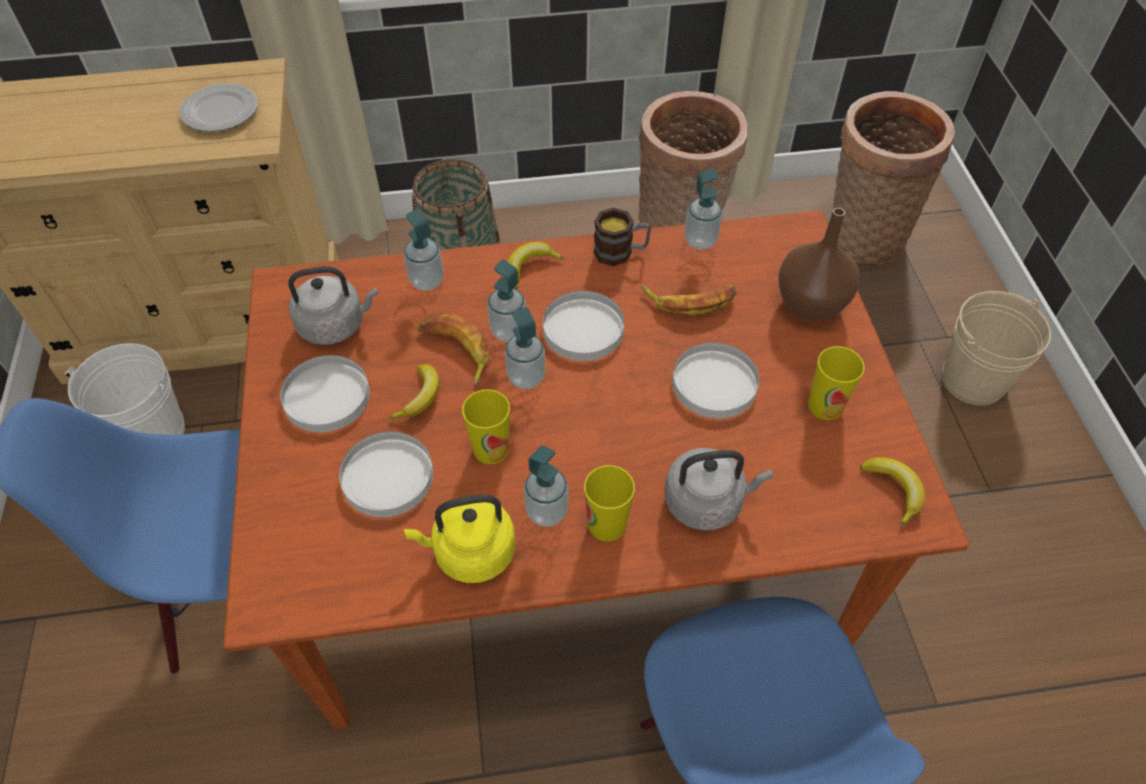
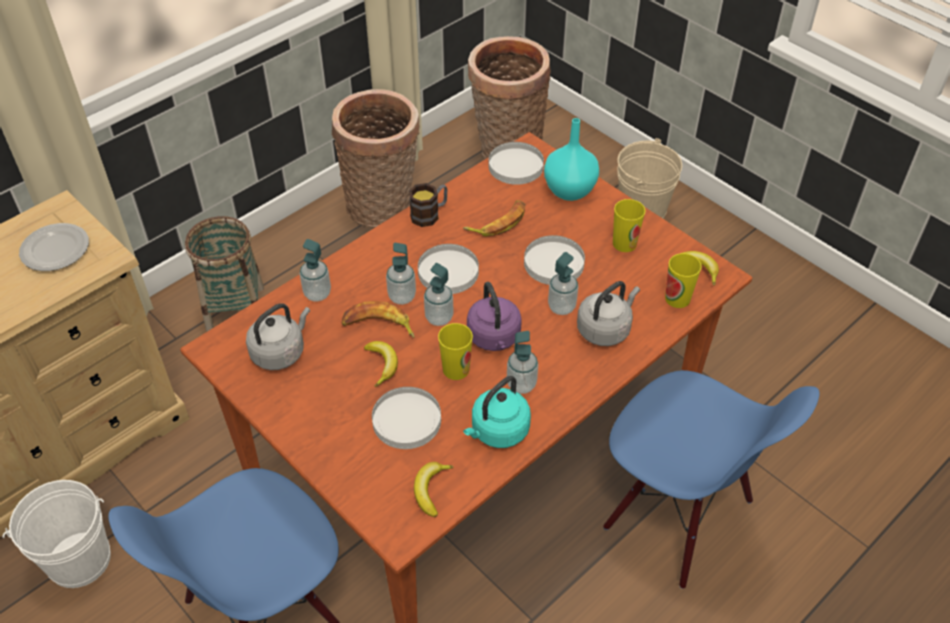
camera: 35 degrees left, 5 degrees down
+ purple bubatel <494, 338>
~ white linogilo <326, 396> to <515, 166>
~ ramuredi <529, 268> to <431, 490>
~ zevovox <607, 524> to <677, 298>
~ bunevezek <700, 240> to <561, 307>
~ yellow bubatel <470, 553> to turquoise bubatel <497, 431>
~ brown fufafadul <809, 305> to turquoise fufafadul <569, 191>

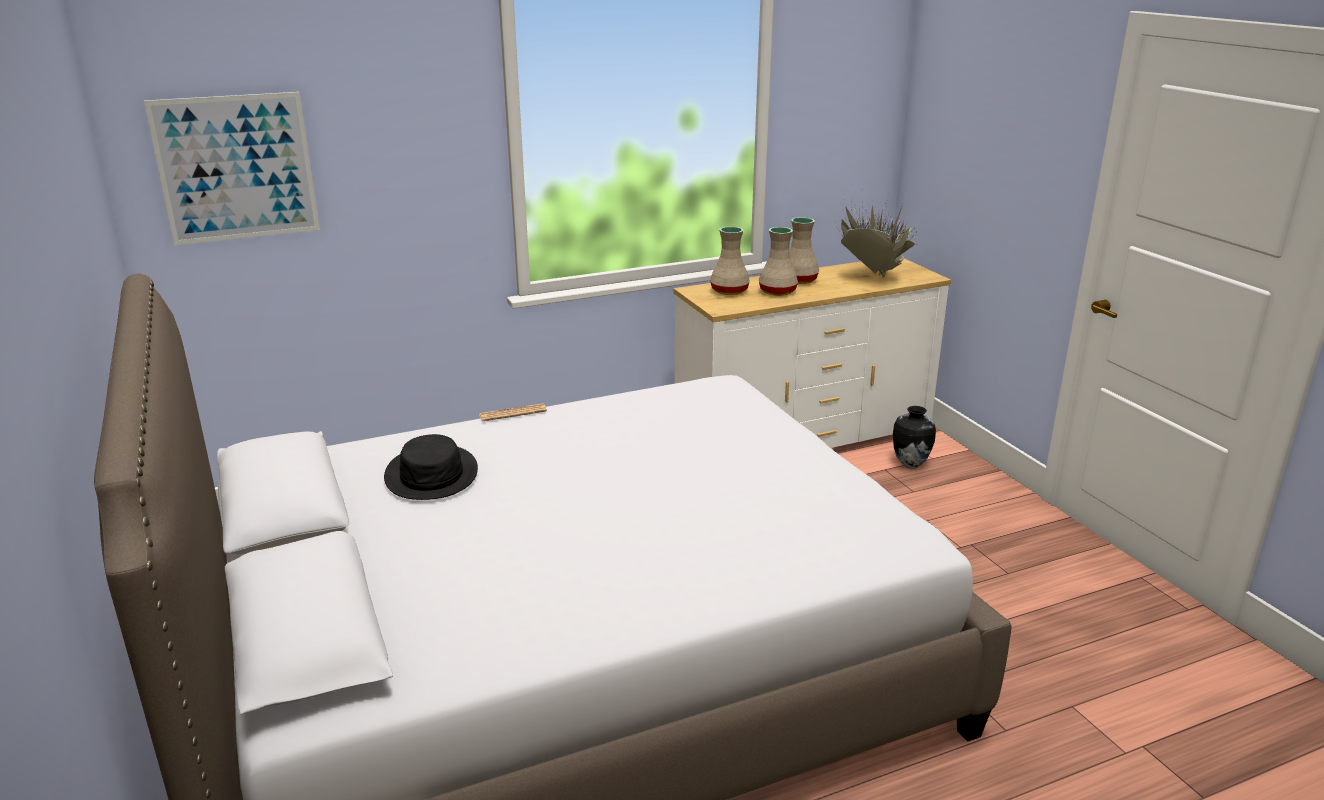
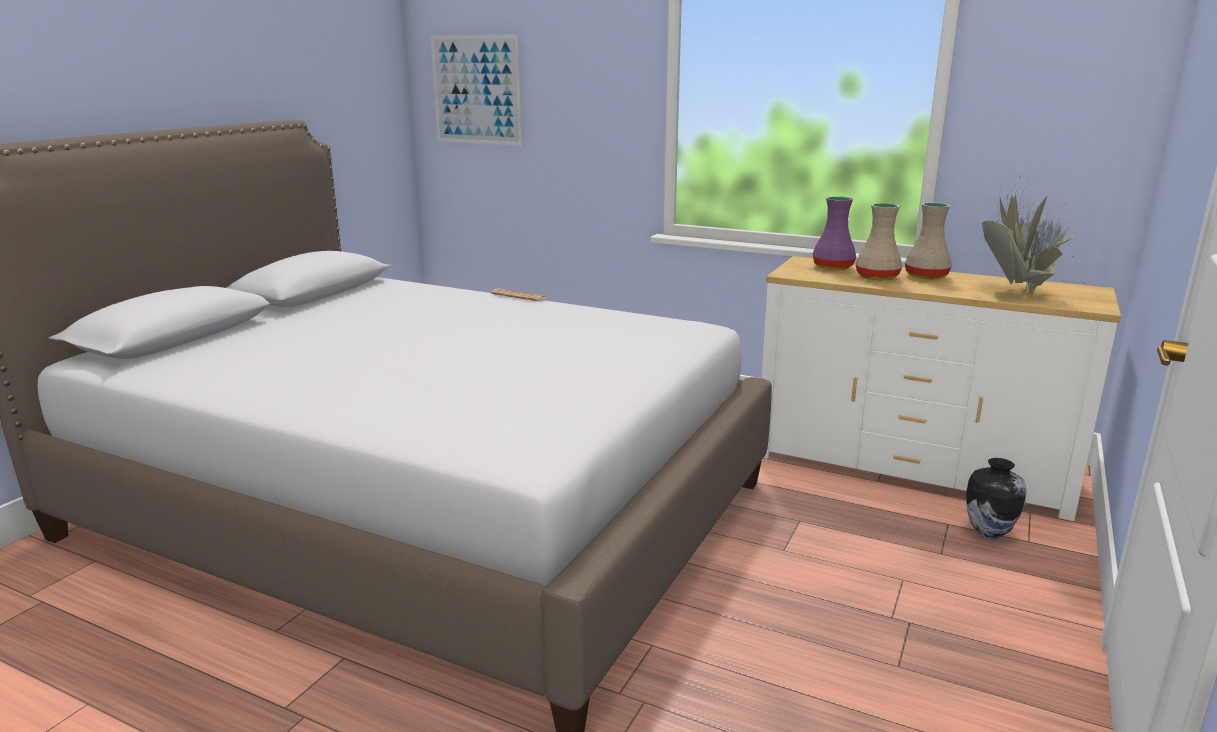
camera: 50 degrees right, 5 degrees down
- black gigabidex <432, 474>
~ beige fufafadul <728, 291> to purple fufafadul <832, 267>

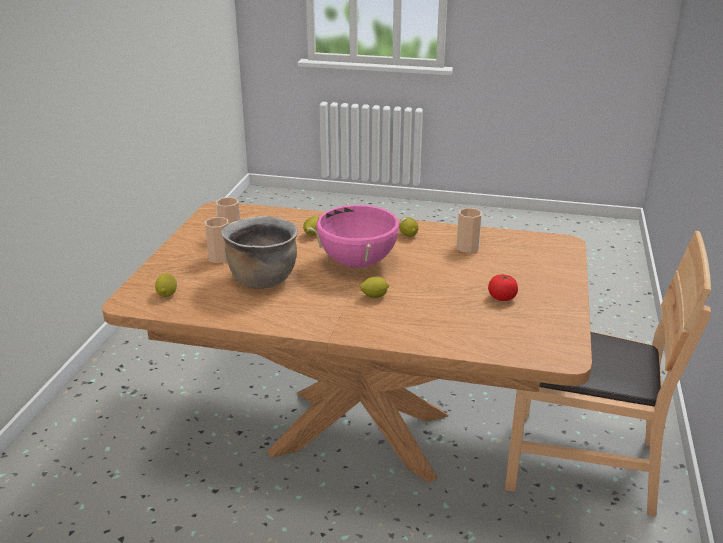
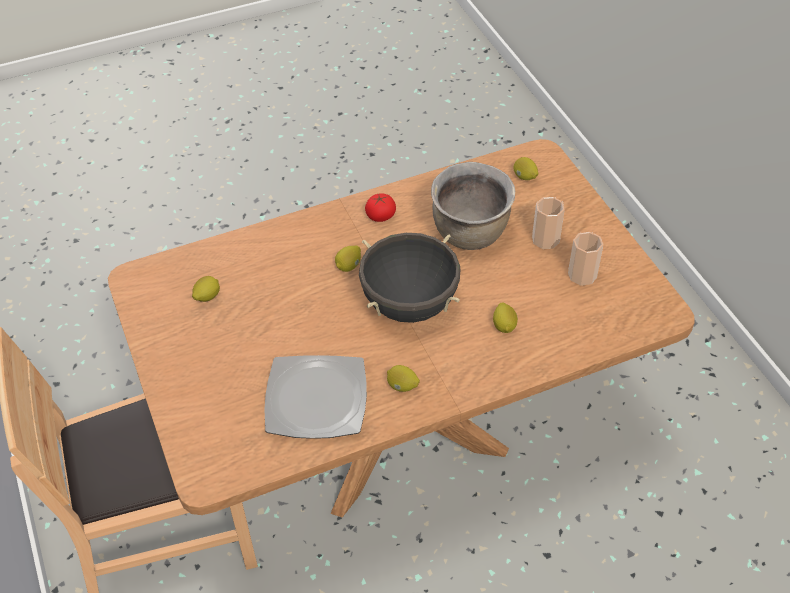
camera: 145 degrees right, 20 degrees up
+ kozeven <207, 297>
~ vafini <502, 297> to <380, 216>
~ zevovox <467, 248> to linogilo <315, 398>
~ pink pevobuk <357, 262> to black pevobuk <410, 305>

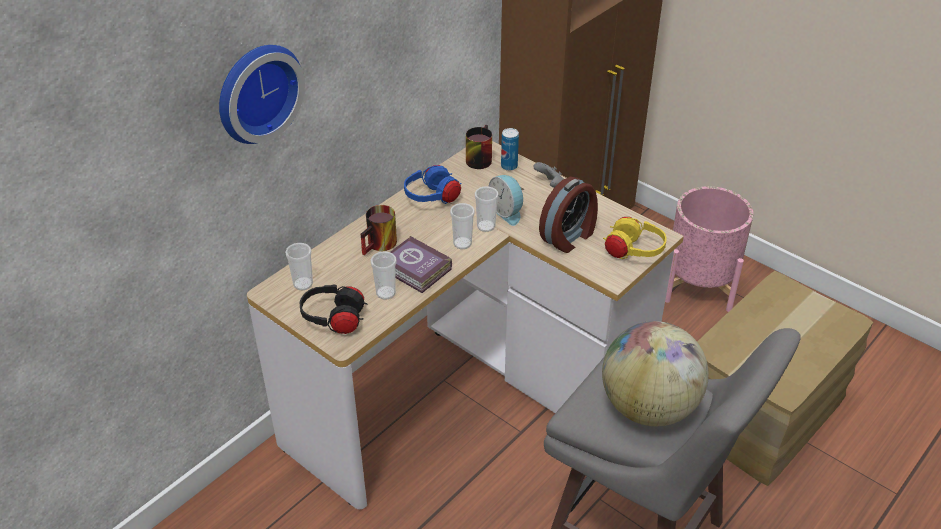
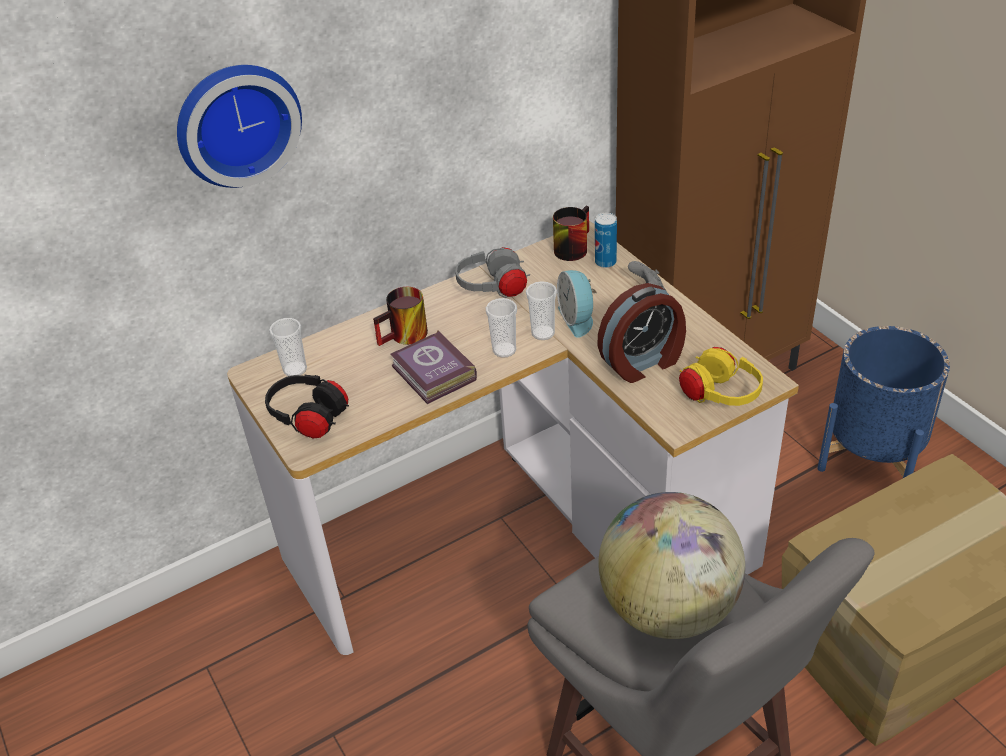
camera: 20 degrees right, 0 degrees up
- zevovox <386, 293>
~ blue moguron <432, 198> to grey moguron <493, 289>
~ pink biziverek <699, 285> to blue biziverek <872, 456>

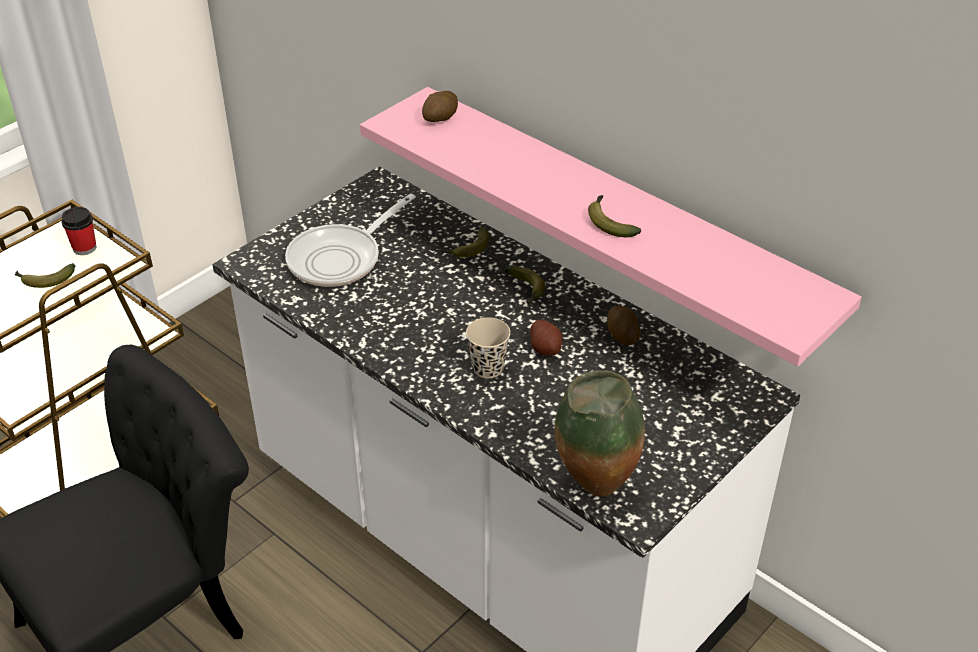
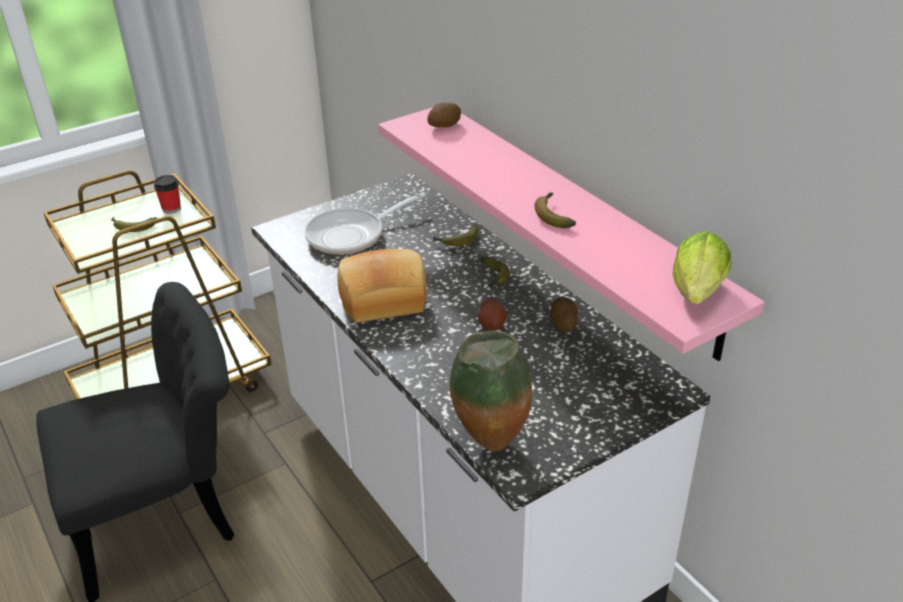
camera: 15 degrees right, 5 degrees down
- beige zevovox <488, 368>
+ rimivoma <383, 298>
+ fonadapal <696, 295>

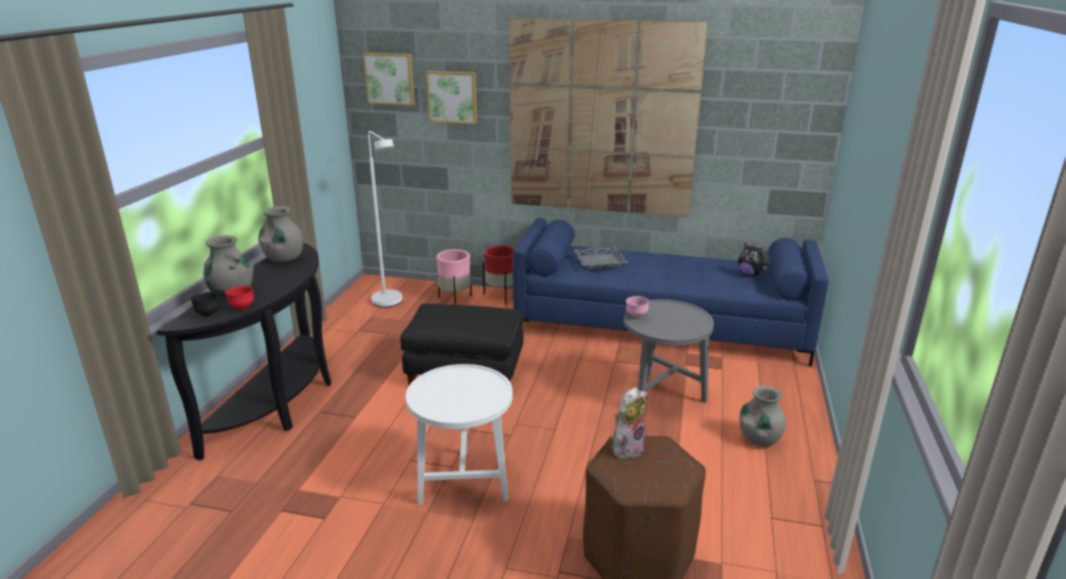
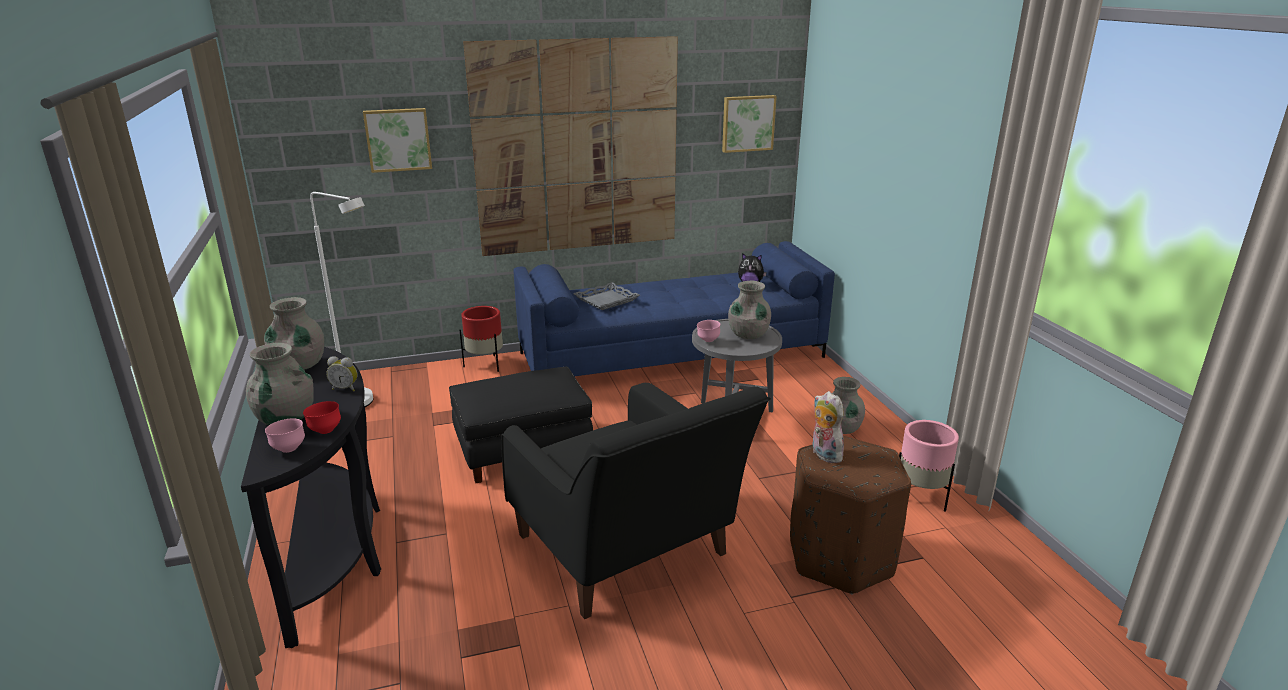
camera: 30 degrees left, 0 degrees up
+ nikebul <345, 388>
+ grey fufafadul <748, 335>
~ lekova <390, 78> to <747, 123>
~ pink biziverek <455, 300> to <920, 497>
~ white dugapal <463, 481> to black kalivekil <628, 553>
~ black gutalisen <208, 314> to pink gutalisen <288, 449>
~ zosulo <627, 448> = <823, 454> 45 degrees counterclockwise

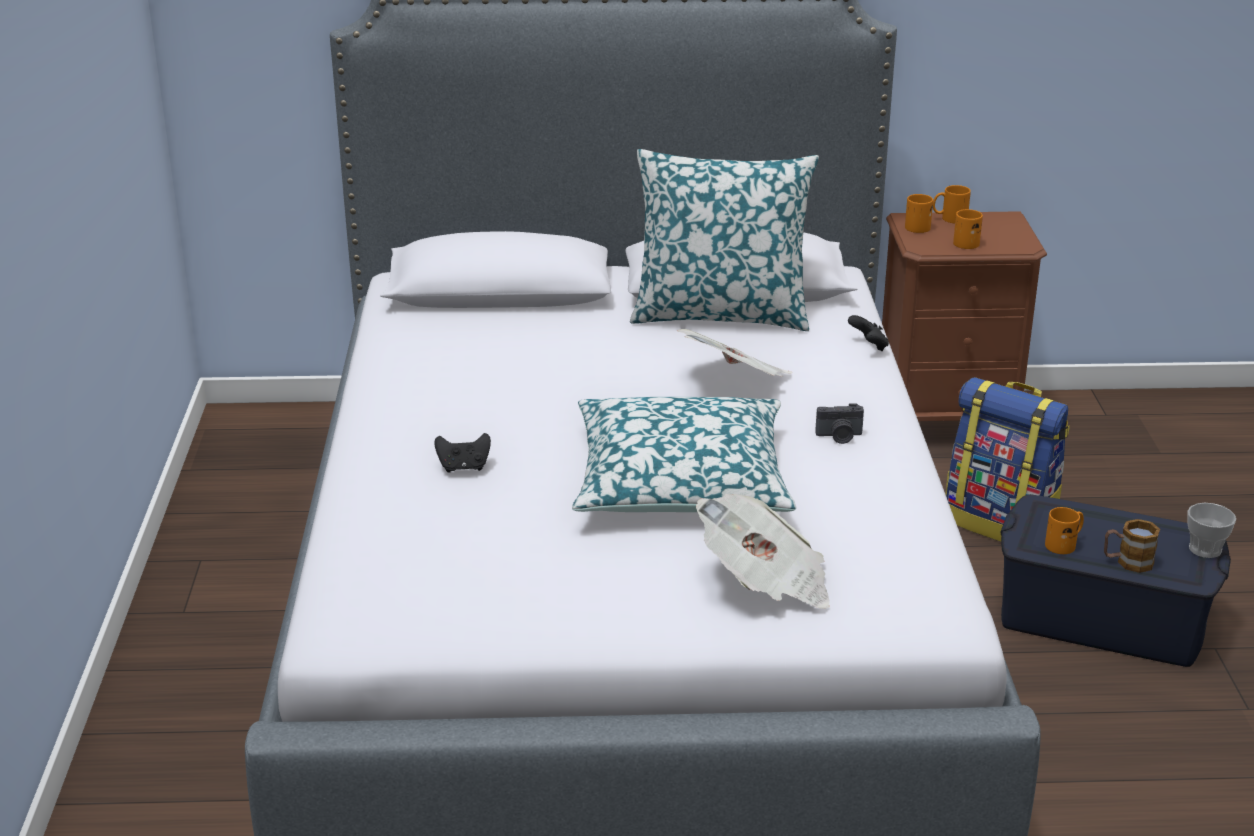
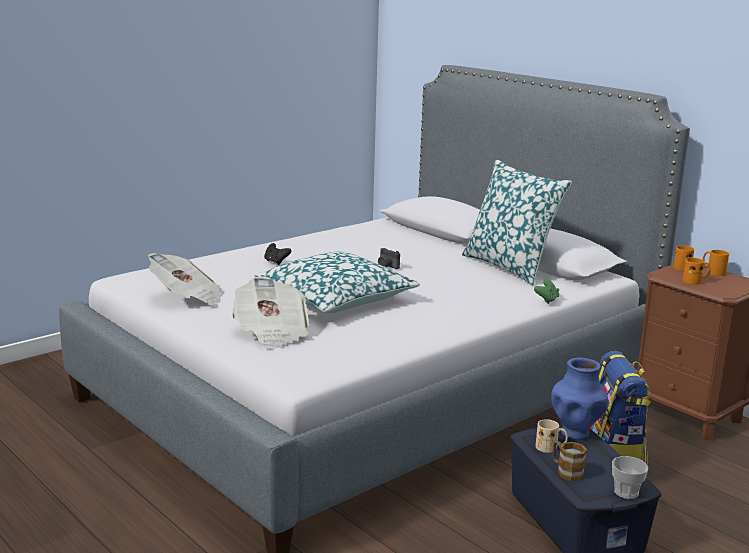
camera: 50 degrees right, 10 degrees down
+ blue fufafadul <575, 433>
~ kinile <736, 381> to <187, 298>
~ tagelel <839, 436> to <387, 266>
~ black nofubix <869, 346> to green nofubix <546, 300>
~ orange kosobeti <1064, 544> to beige kosobeti <550, 448>

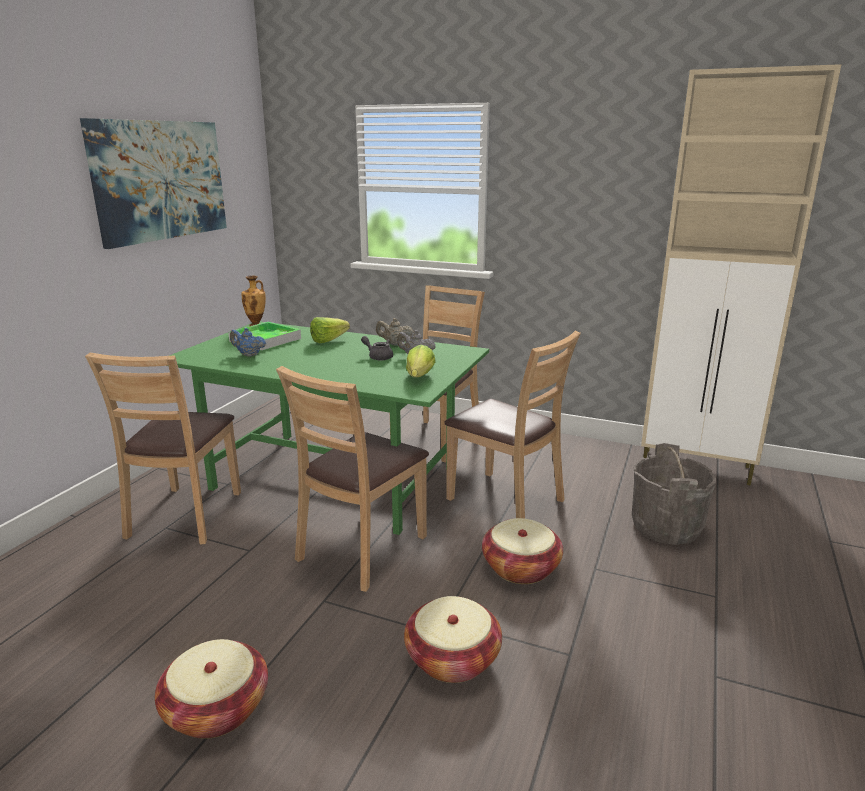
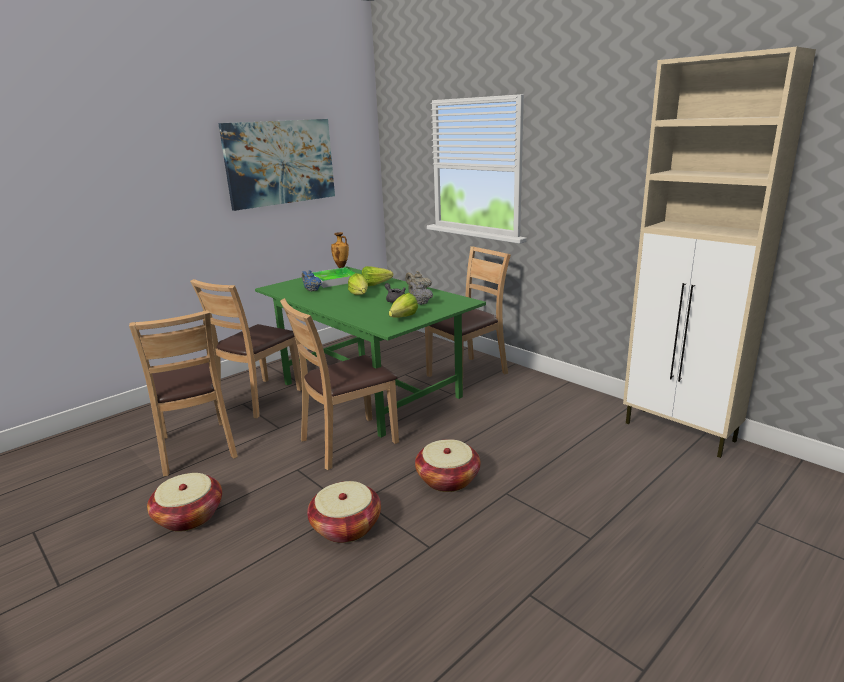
camera: 25 degrees right, 0 degrees up
- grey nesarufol <666, 527>
+ fonadapal <360, 296>
~ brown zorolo <506, 501> to <197, 448>

